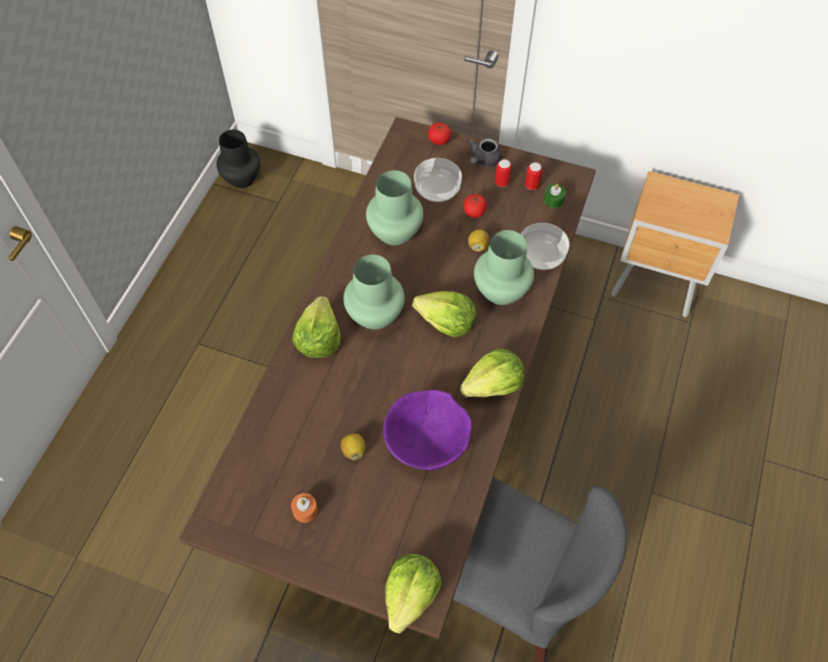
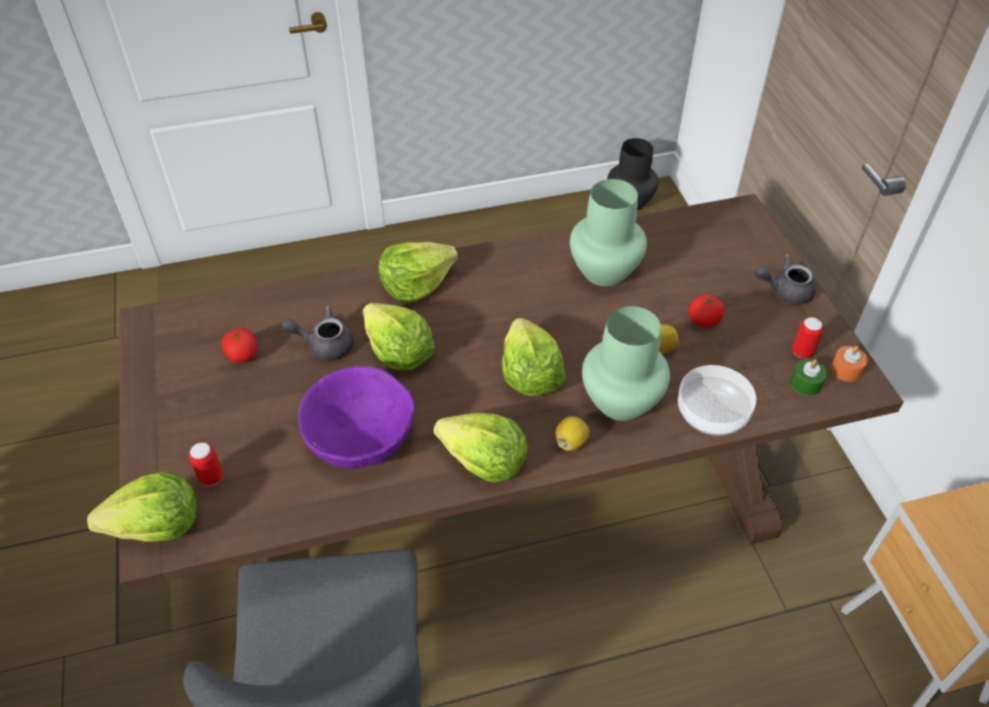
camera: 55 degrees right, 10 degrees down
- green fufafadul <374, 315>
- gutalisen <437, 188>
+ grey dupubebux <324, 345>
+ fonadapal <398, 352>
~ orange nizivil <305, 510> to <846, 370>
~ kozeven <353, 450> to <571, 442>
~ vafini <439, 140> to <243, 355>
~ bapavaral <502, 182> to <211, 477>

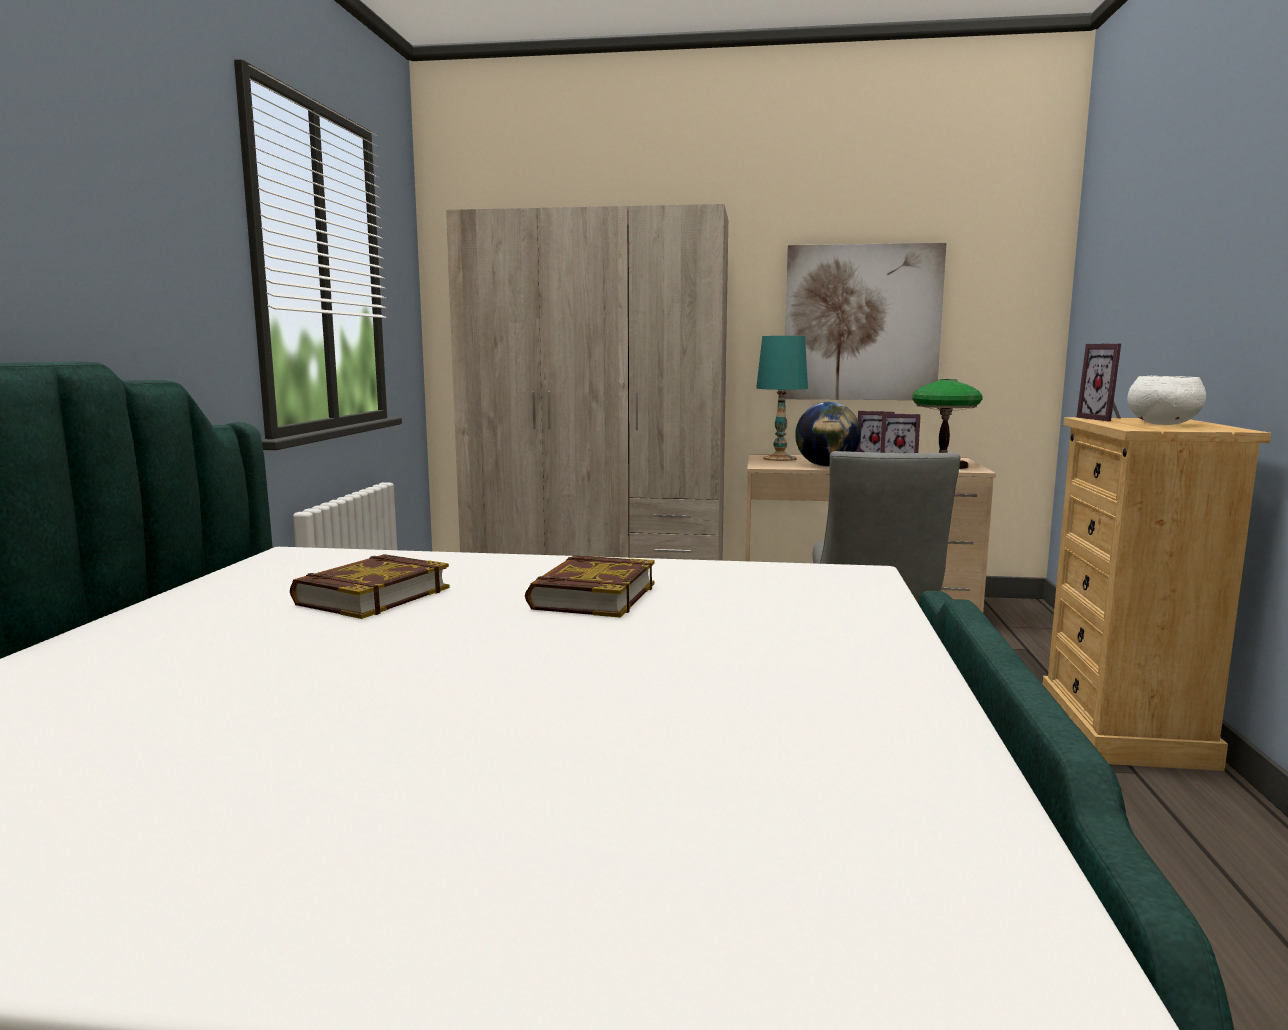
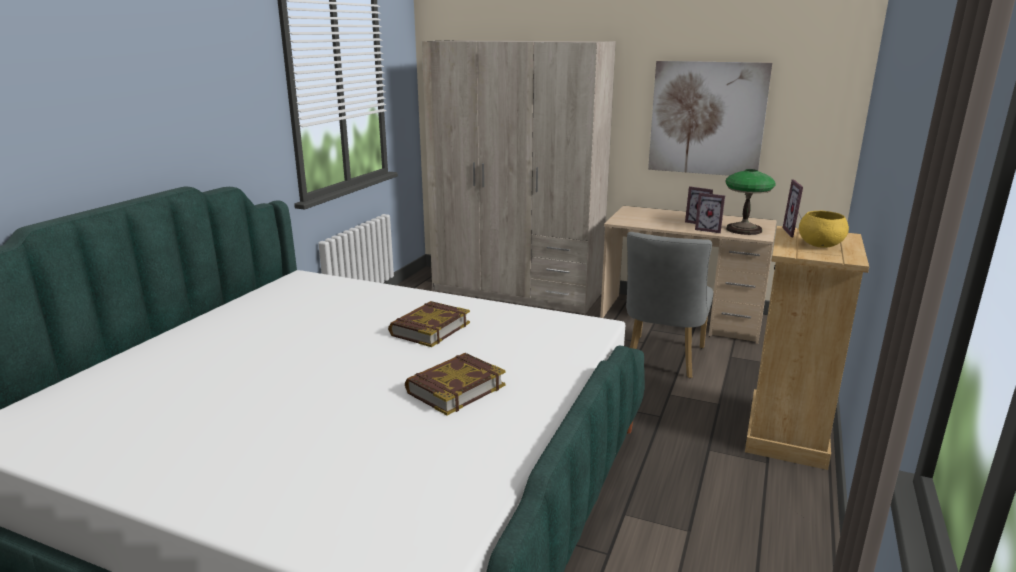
camera: 15 degrees right, 10 degrees up
- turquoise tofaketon <780, 458>
- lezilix <826, 466>
~ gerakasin <372, 596> to <455, 389>
~ white gutalisen <1162, 424> to yellow gutalisen <819, 245>

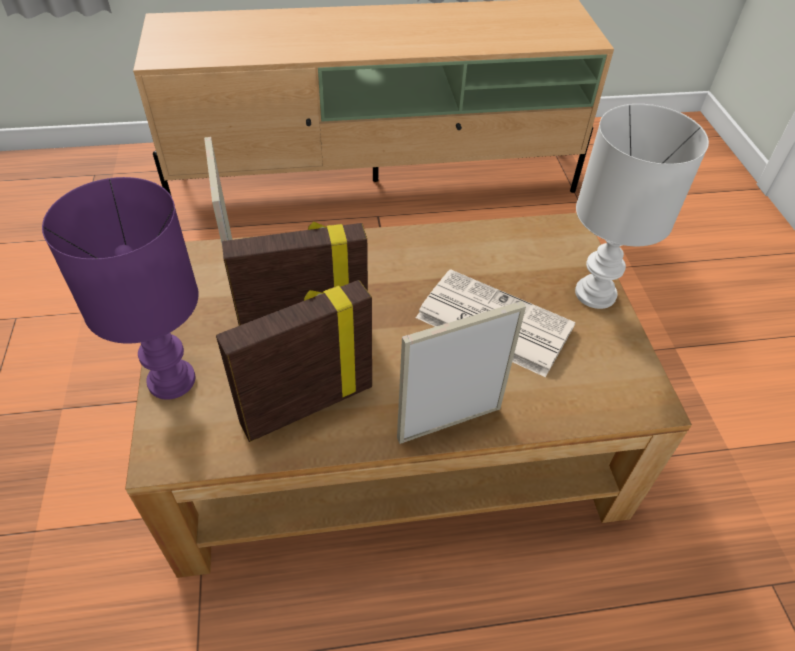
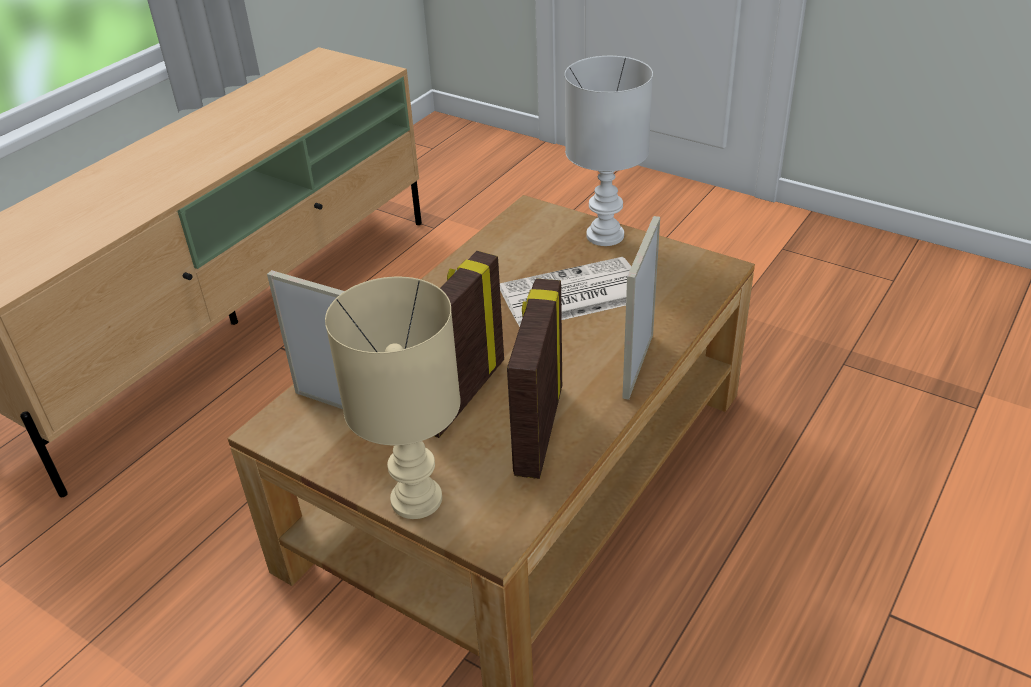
camera: 45 degrees left, 10 degrees down
~ purple tofaketon <169, 380> to beige tofaketon <414, 500>

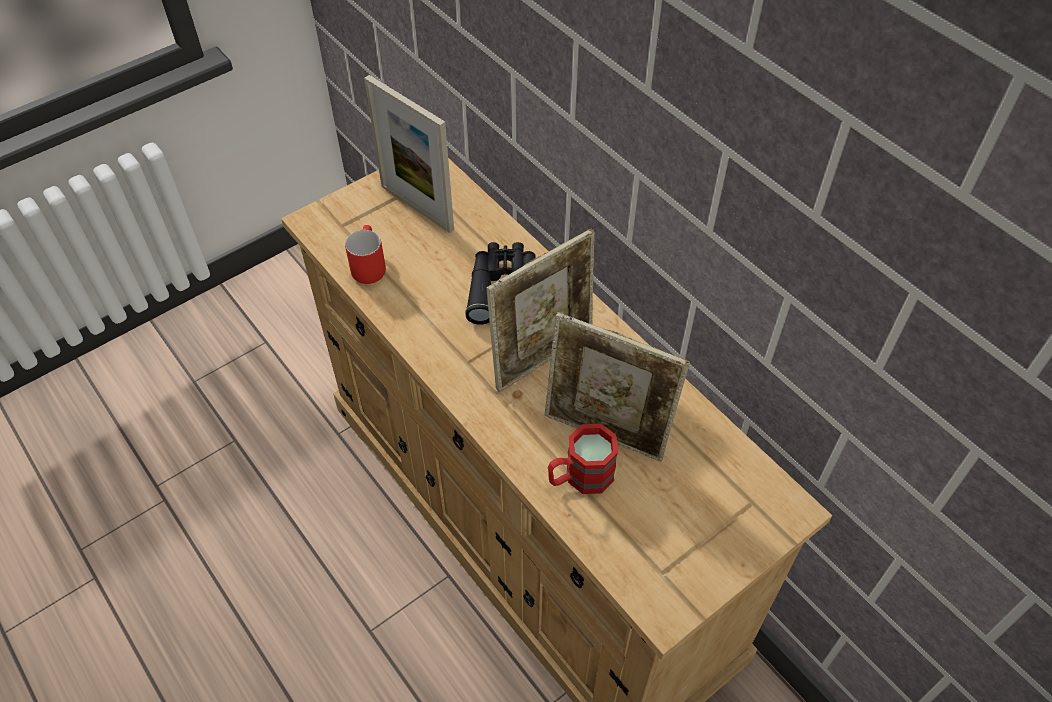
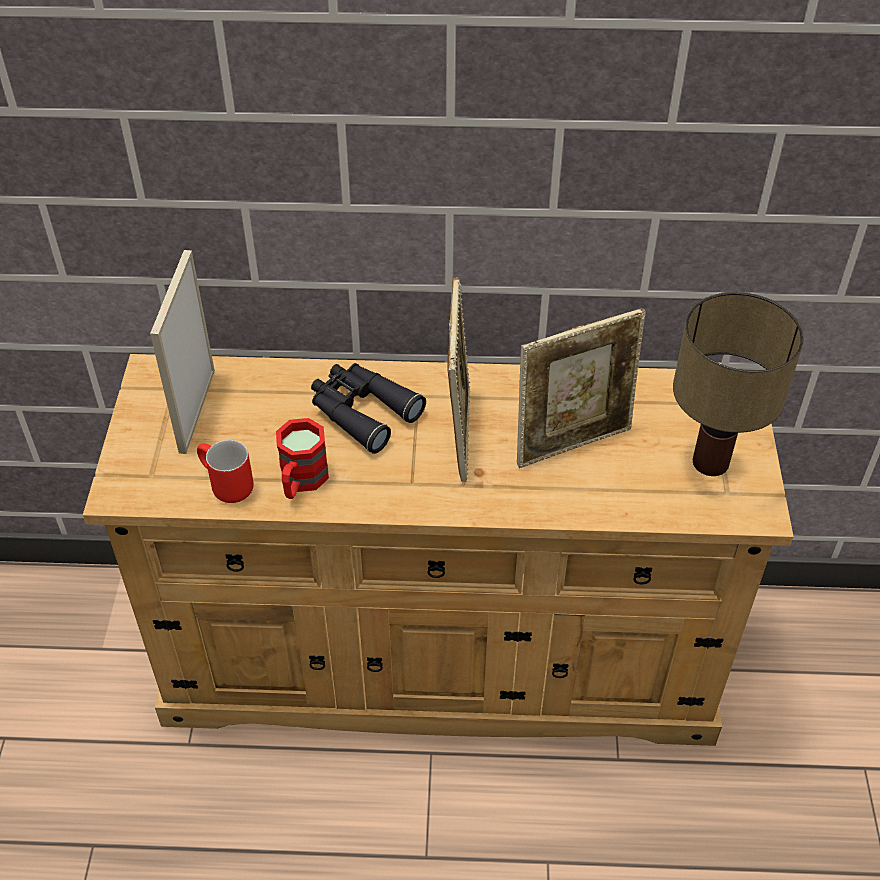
camera: 50 degrees left, 5 degrees down
+ tofaketon <708, 461>
~ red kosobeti <580, 477> to <301, 481>
~ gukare <417, 207> = <197, 411> 105 degrees clockwise

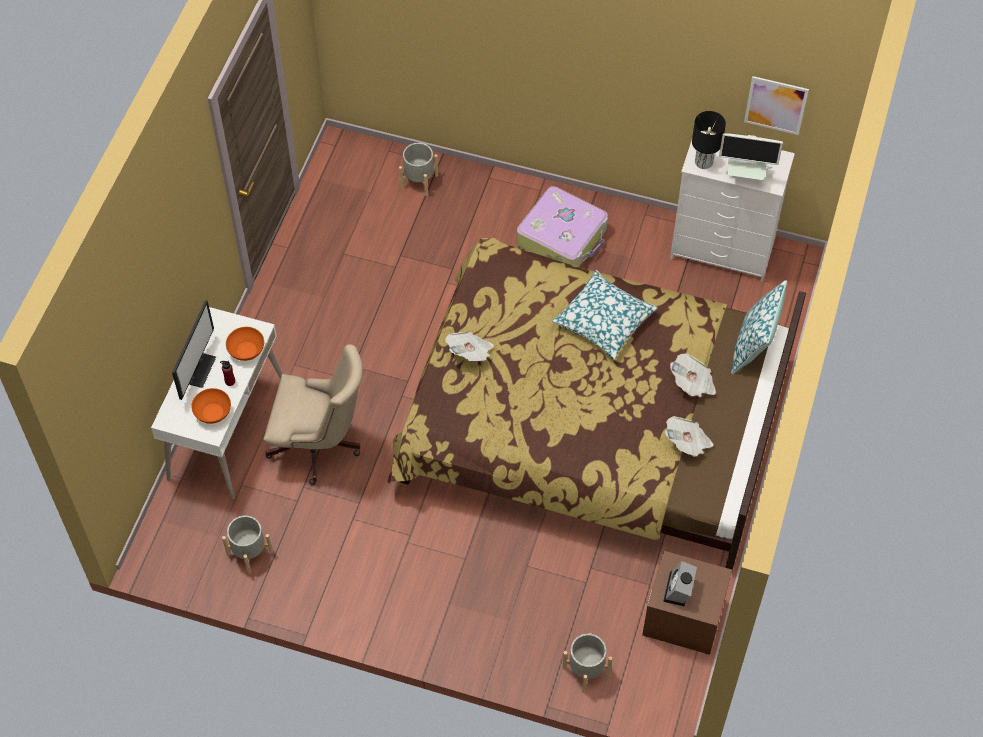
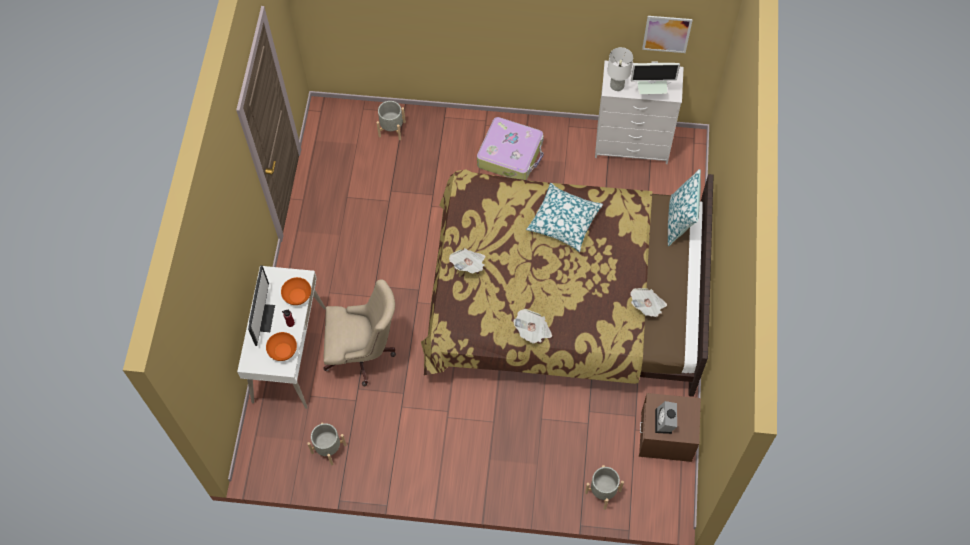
camera: 10 degrees left, 5 degrees up
~ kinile <692, 384> to <533, 331>
~ black tofaketon <703, 161> to white tofaketon <617, 85>

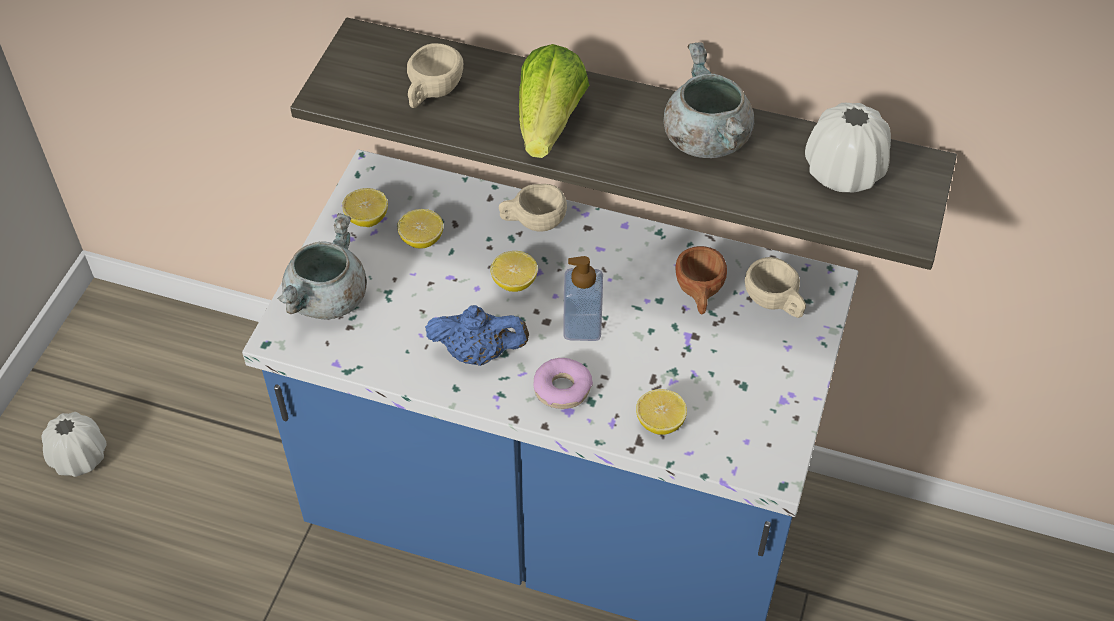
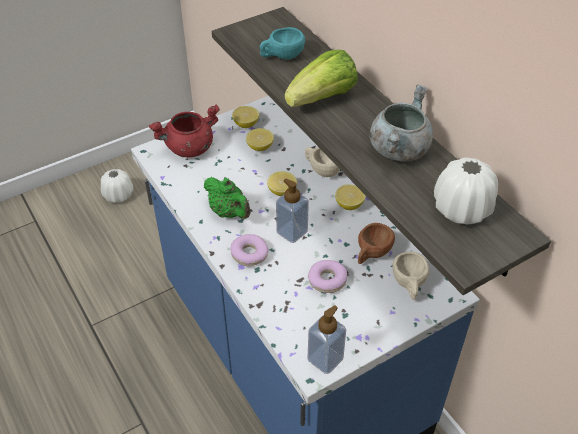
camera: 40 degrees right, 5 degrees down
+ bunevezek <325, 359>
+ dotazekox <327, 280>
~ kozeven <660, 422> to <349, 205>
~ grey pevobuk <327, 300> to red pevobuk <189, 148>
~ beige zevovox <432, 93> to turquoise zevovox <282, 56>
~ blue dupubebux <478, 353> to green dupubebux <229, 212>

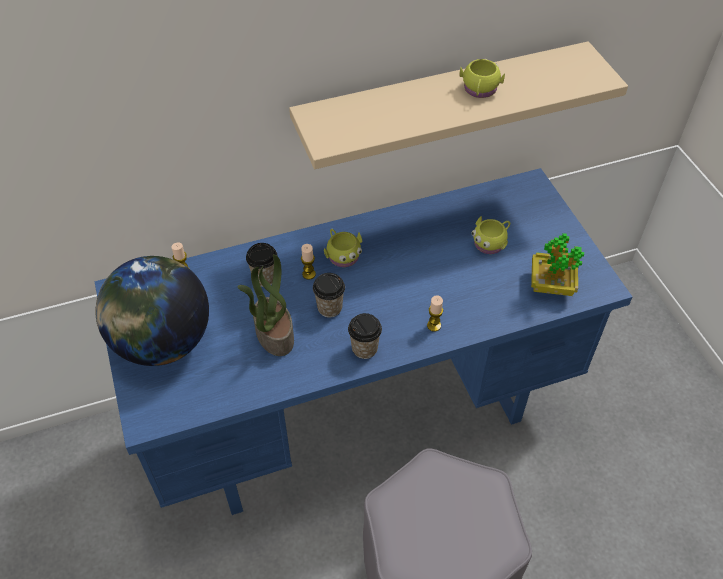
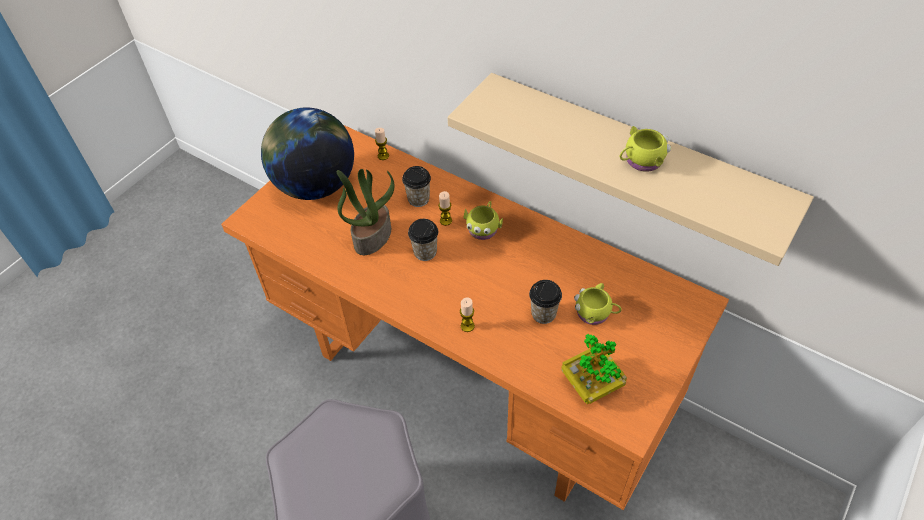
camera: 55 degrees right, 0 degrees up
~ zevovox <364, 349> to <543, 314>
~ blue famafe <362, 412> to orange famafe <470, 379>

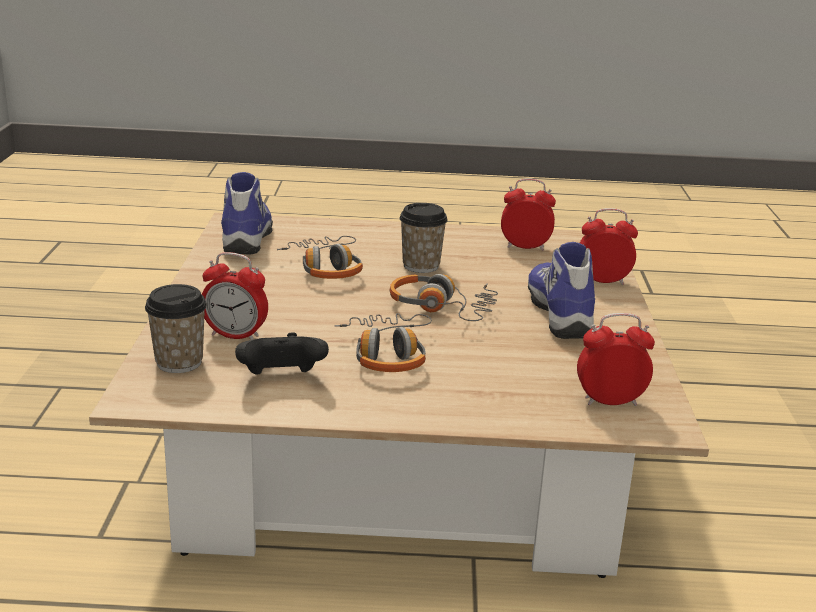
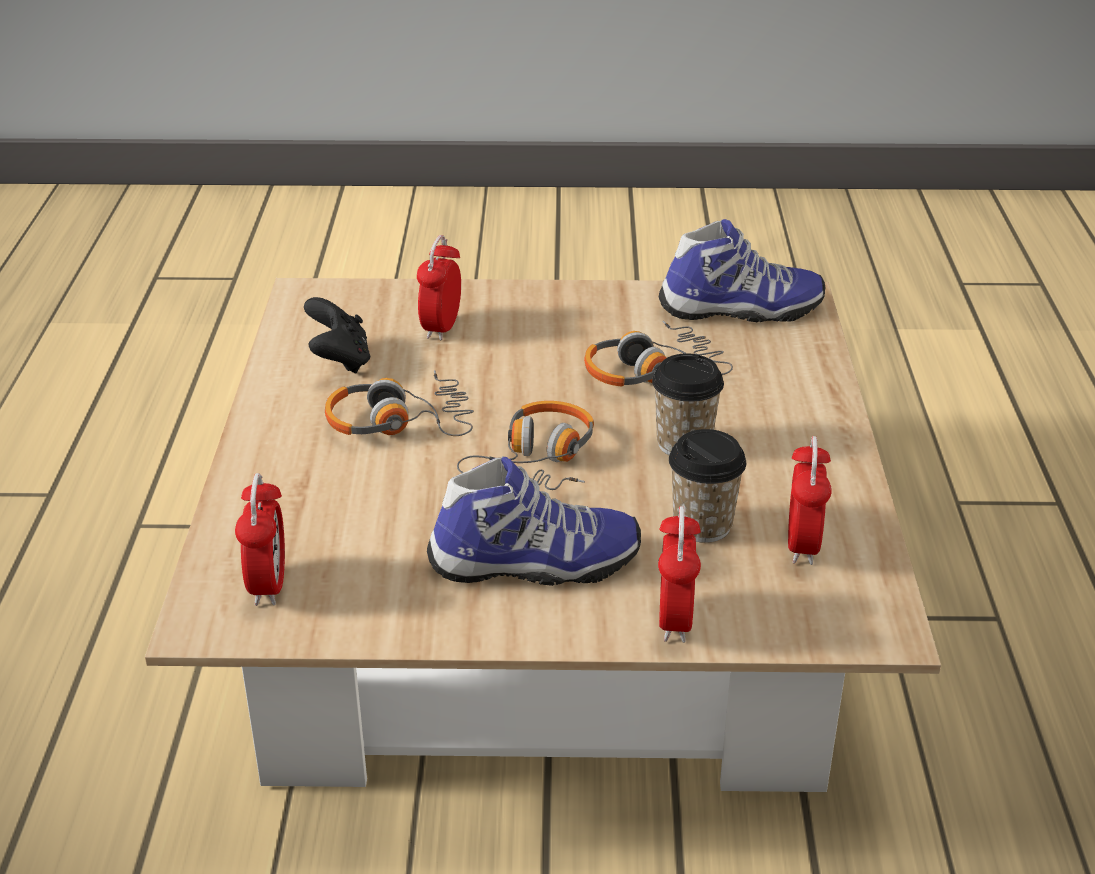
camera: 90 degrees right, 10 degrees up
~ zevovox <179, 362> to <702, 525>

